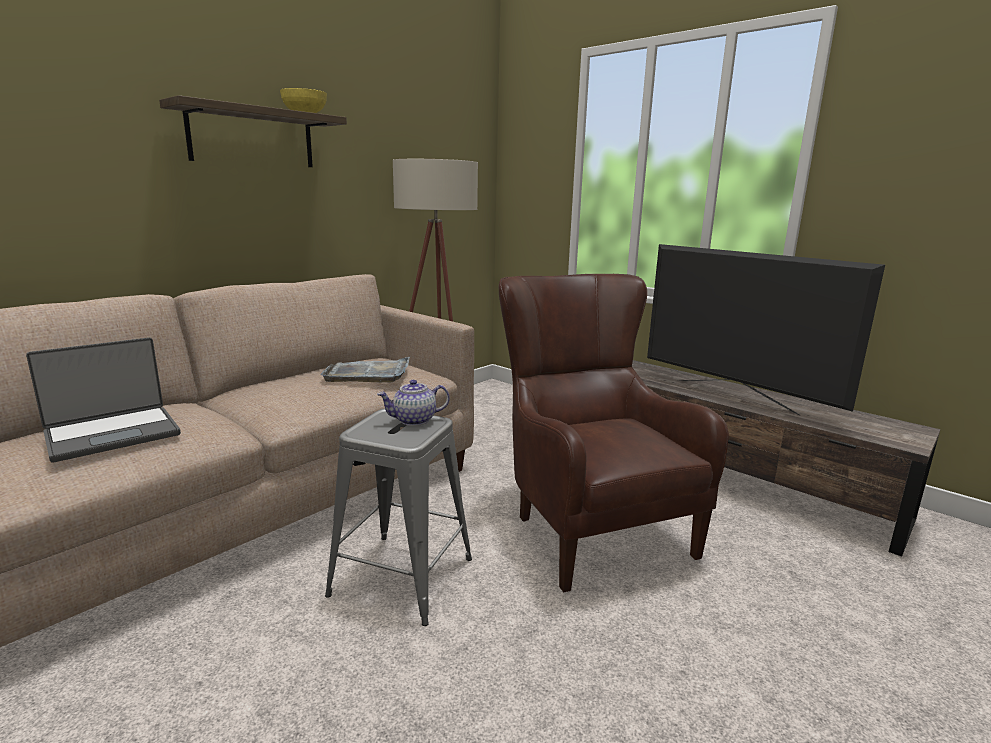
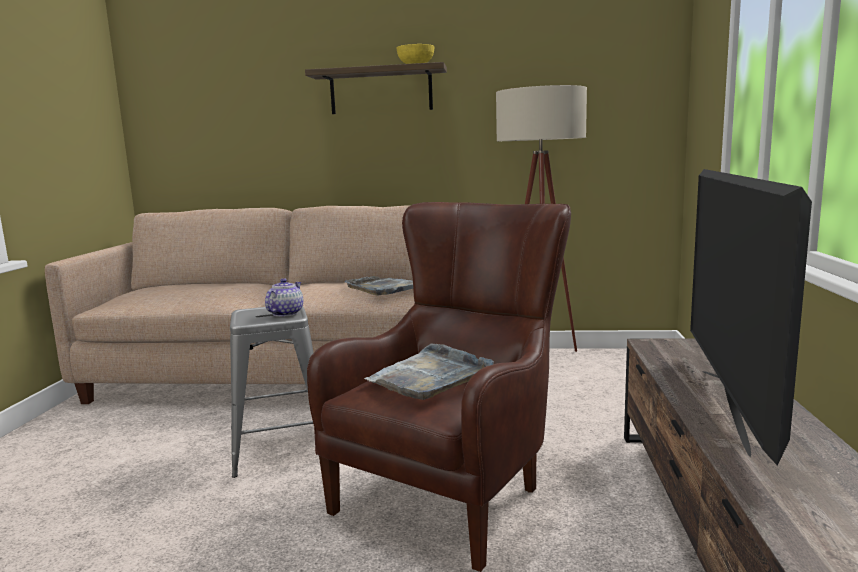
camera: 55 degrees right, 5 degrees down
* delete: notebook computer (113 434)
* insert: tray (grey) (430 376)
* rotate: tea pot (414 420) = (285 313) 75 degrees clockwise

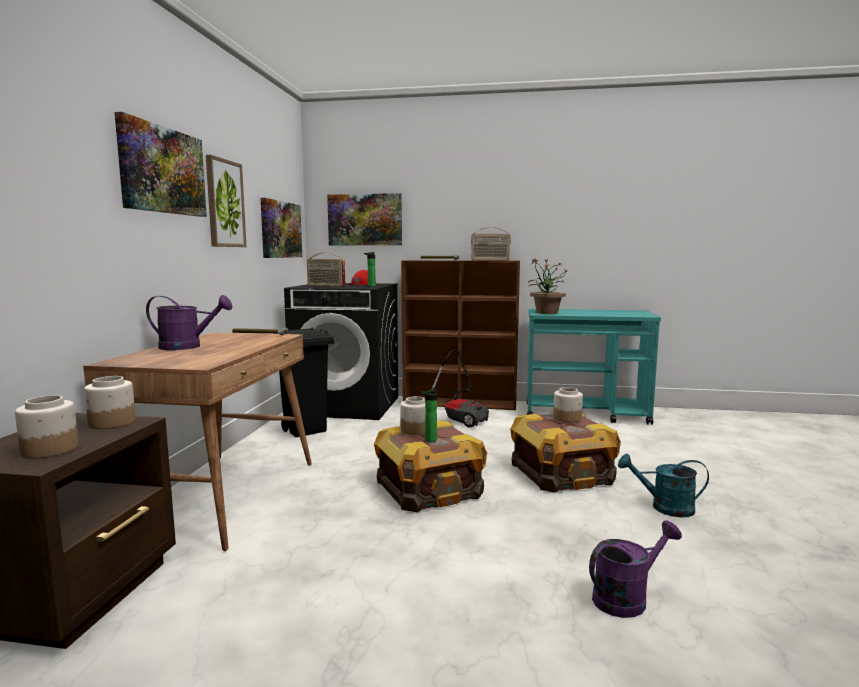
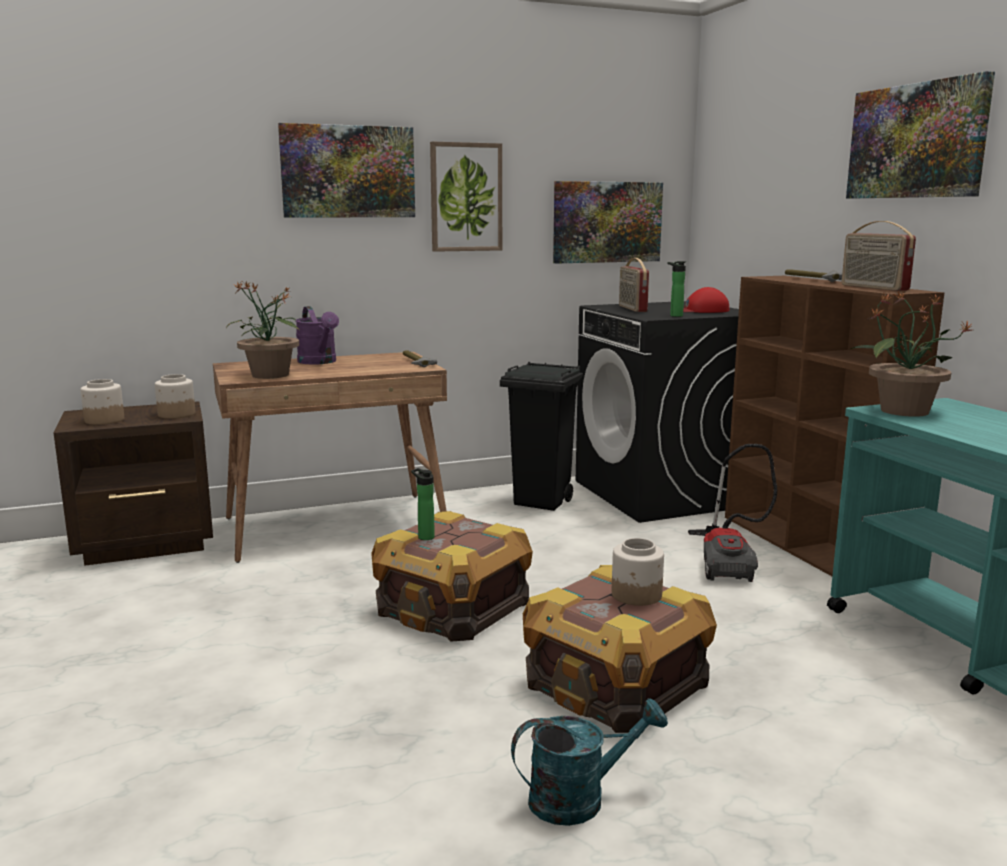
camera: 60 degrees right, 5 degrees up
* delete: jar (415 430)
* delete: watering pot (purplish) (626 597)
* insert: potted plant (270 375)
* move: wall picture (365 220) to (916 141)
* rotate: watering pot (turquoise-coloured) (664 507) = (579 798) 90 degrees clockwise

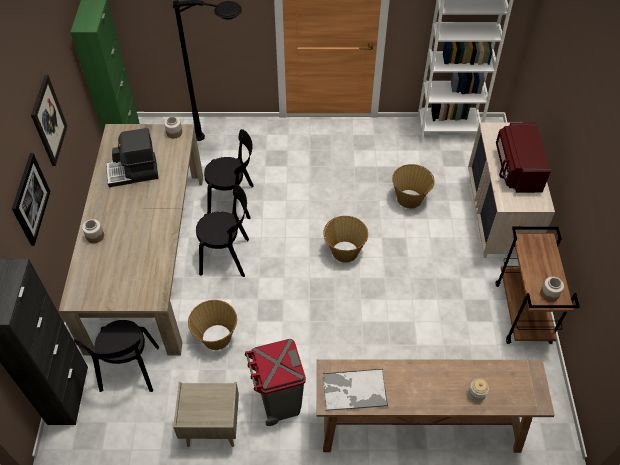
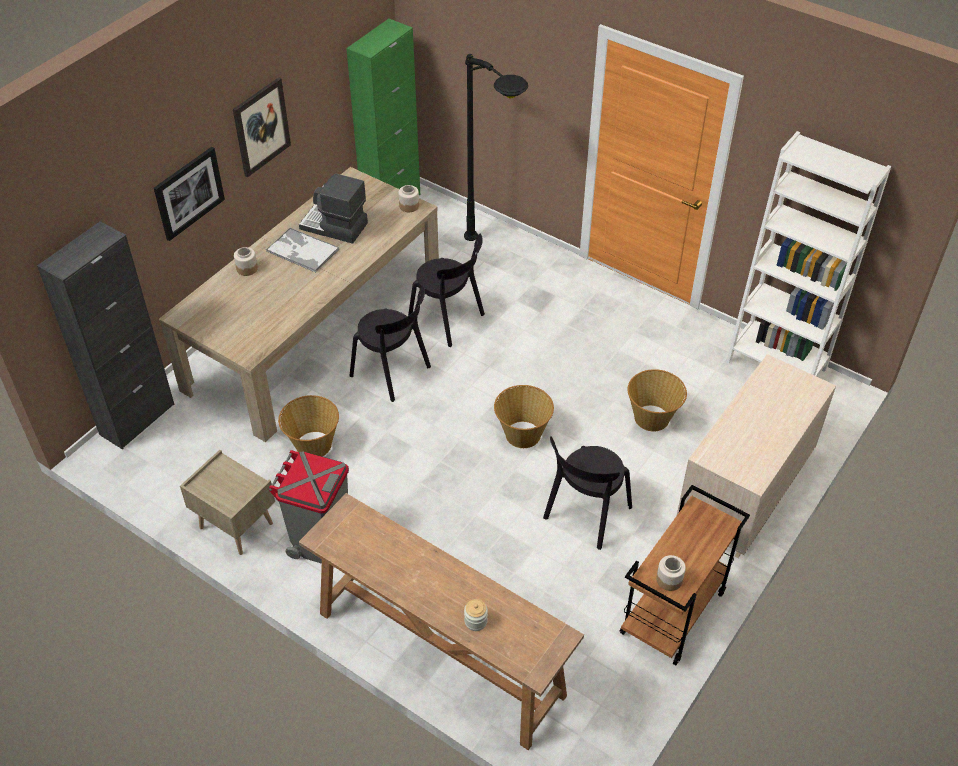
camera: 35 degrees right, 5 degrees down
* delete: microwave (red-coloured) (516 169)
* move: plain chair (black-coloured) (129 371) to (585 515)
* move: tray (353 390) to (302 250)

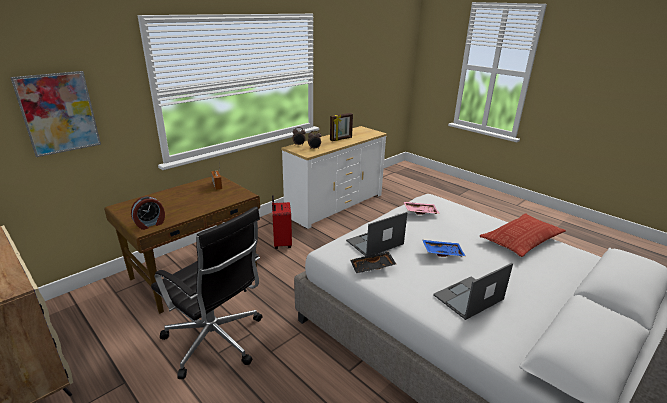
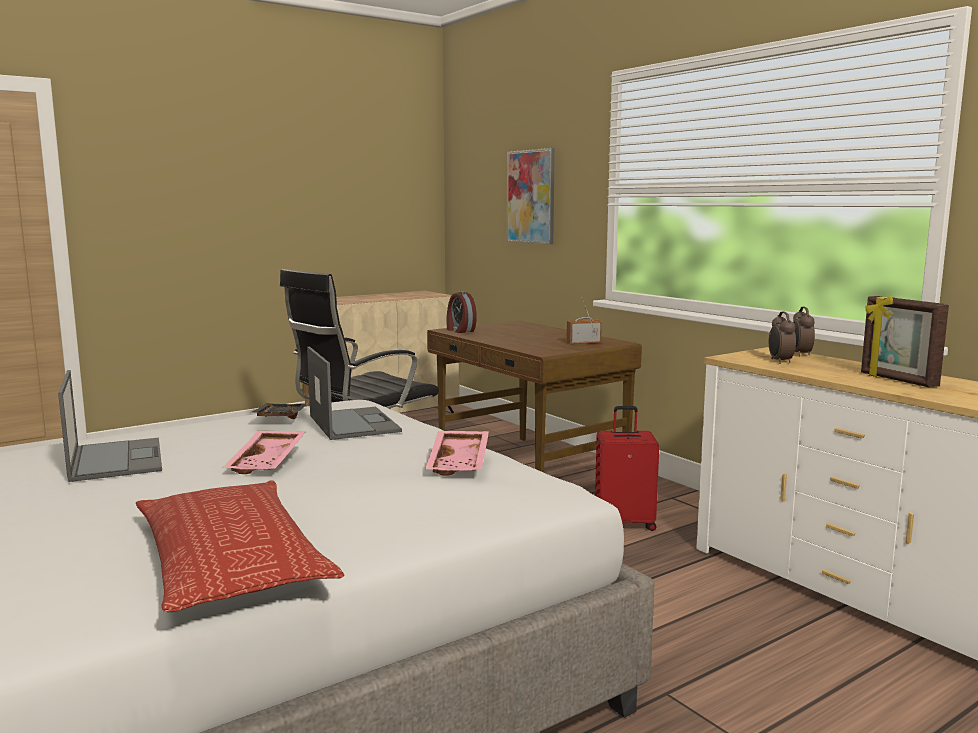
camera: 100 degrees right, 15 degrees down
* recolor: tray (blue-coloured) (442 252) to tray (pink) (268 462)

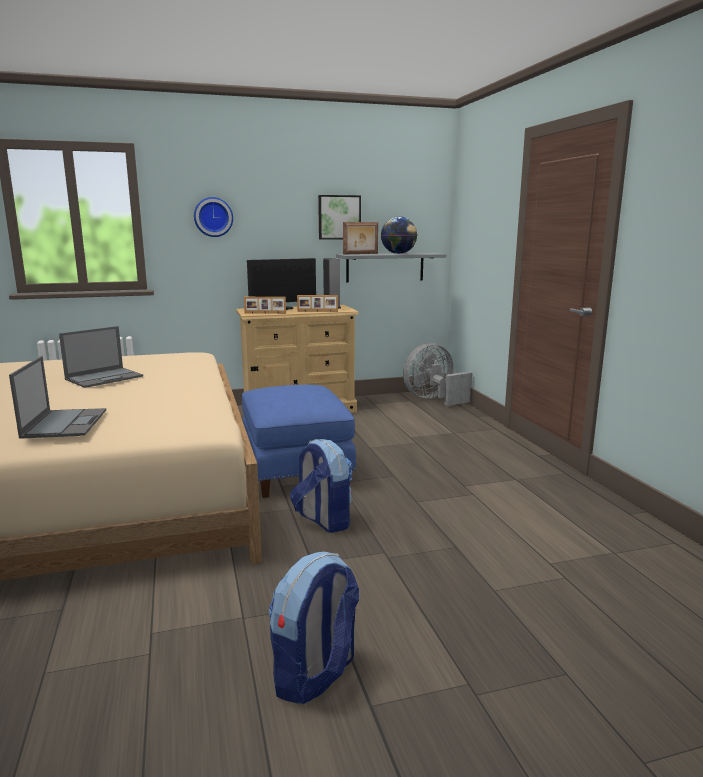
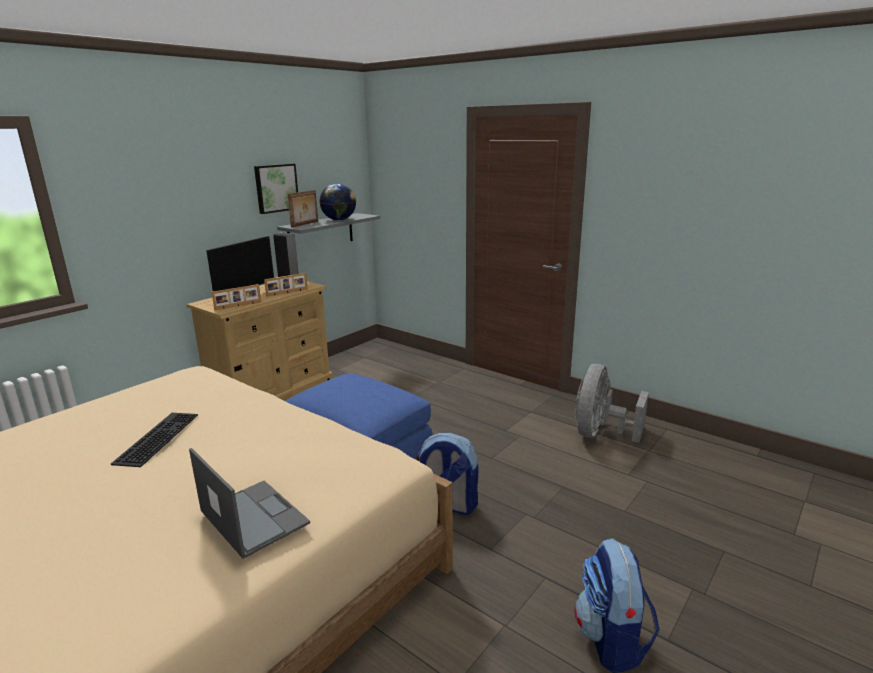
camera: 35 degrees left, 5 degrees up
* delete: clock on the wall (213 217)
* move: electric fan (grey) (433 399) to (600 433)
* replace: notebook computer (105 377) to computer keyboard (156 437)

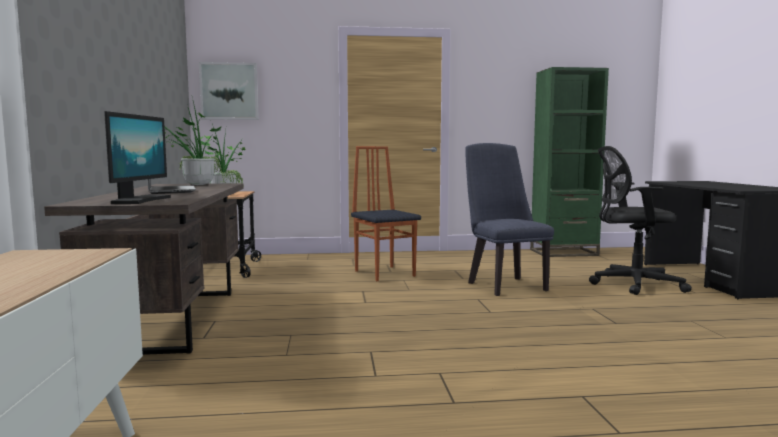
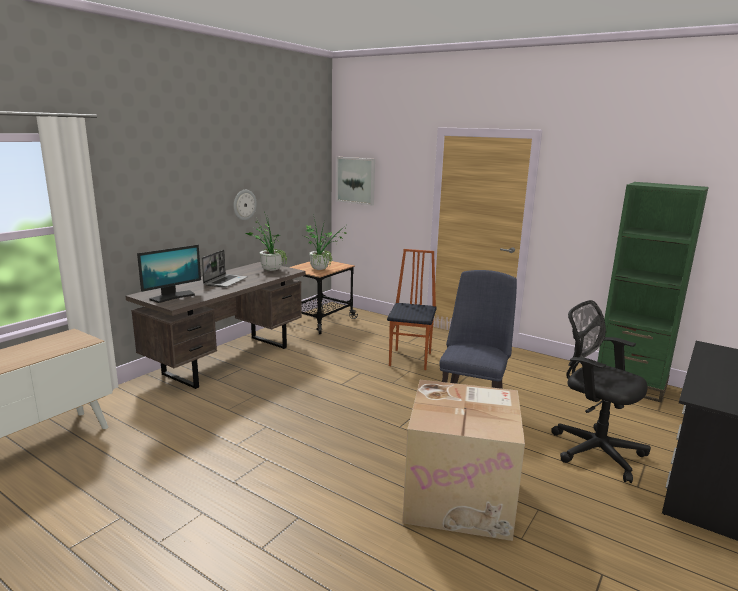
camera: 40 degrees right, 10 degrees up
* insert: clock on the wall (244 204)
* insert: cardboard box (460 496)

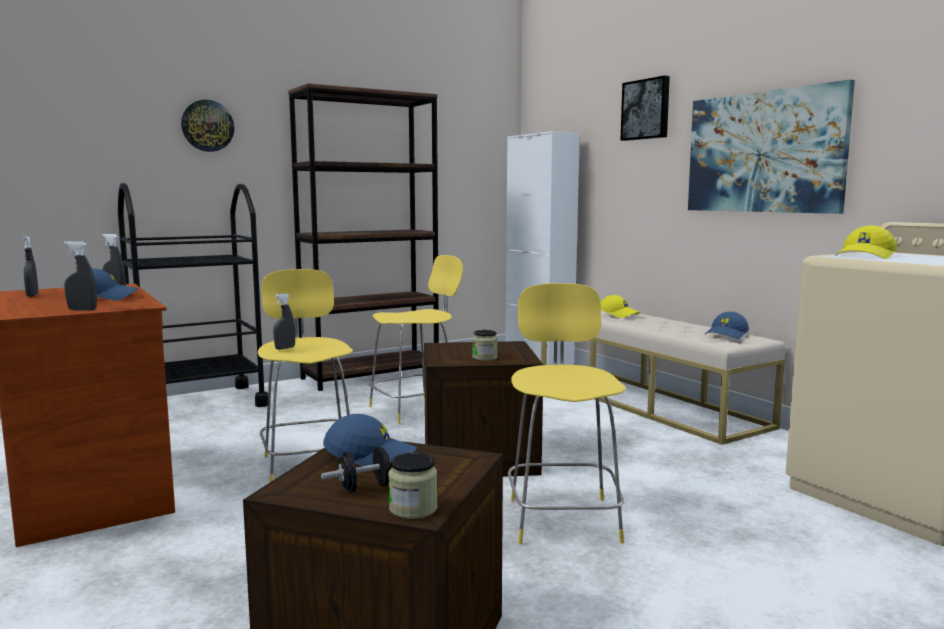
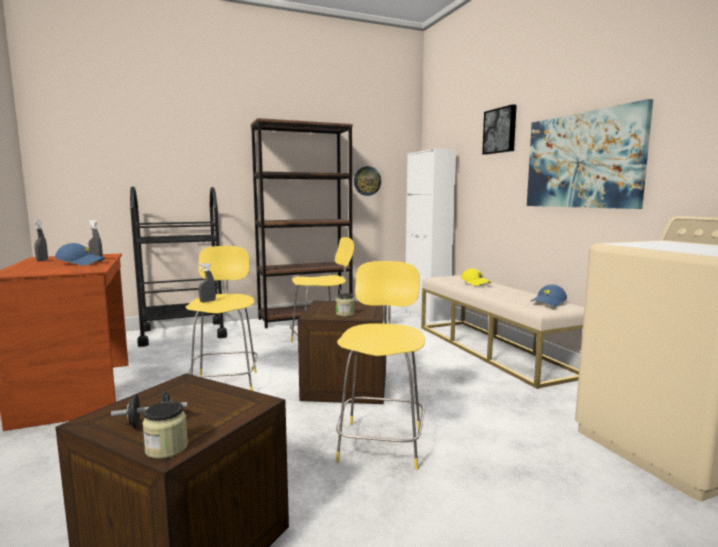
camera: 10 degrees right, 0 degrees up
* delete: sprayer (grey) (82 310)
* delete: peaked cap (blue-coloured) (371 457)
* delete: peaked cap (yellow) (866 256)
* move: clock on the wall (207 126) to (367 181)

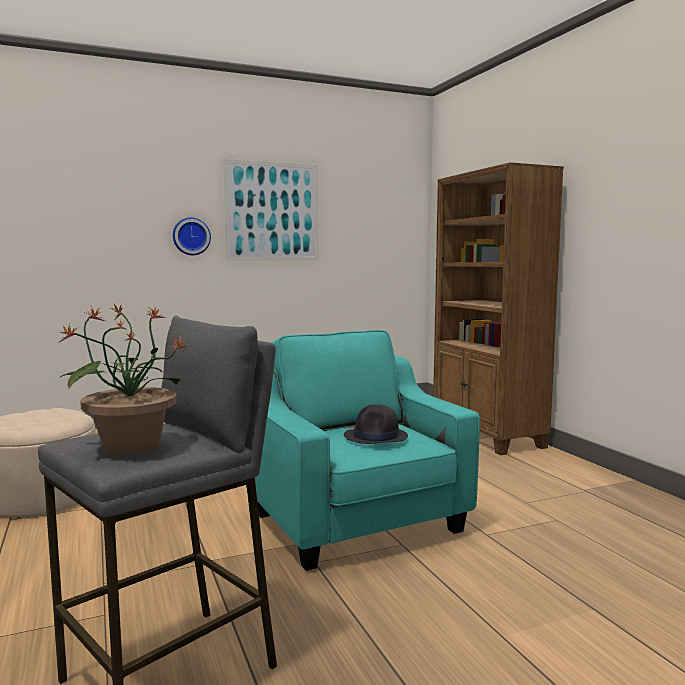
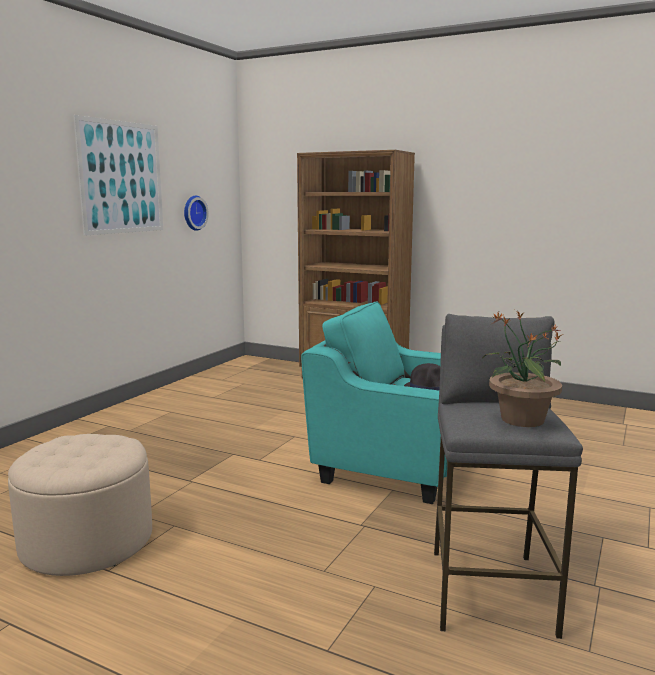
camera: 40 degrees left, 5 degrees up
* move: clock on the wall (191 236) to (193 213)

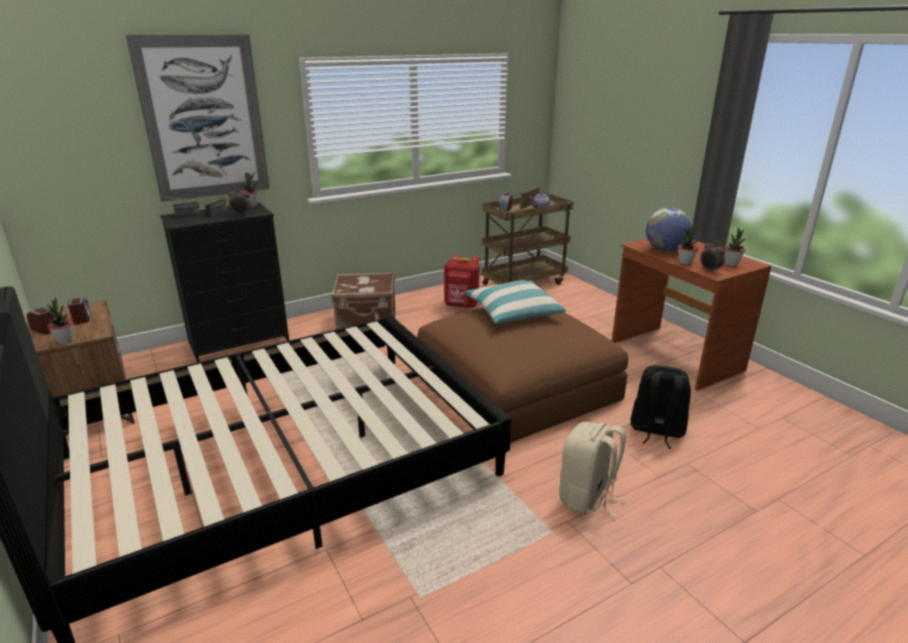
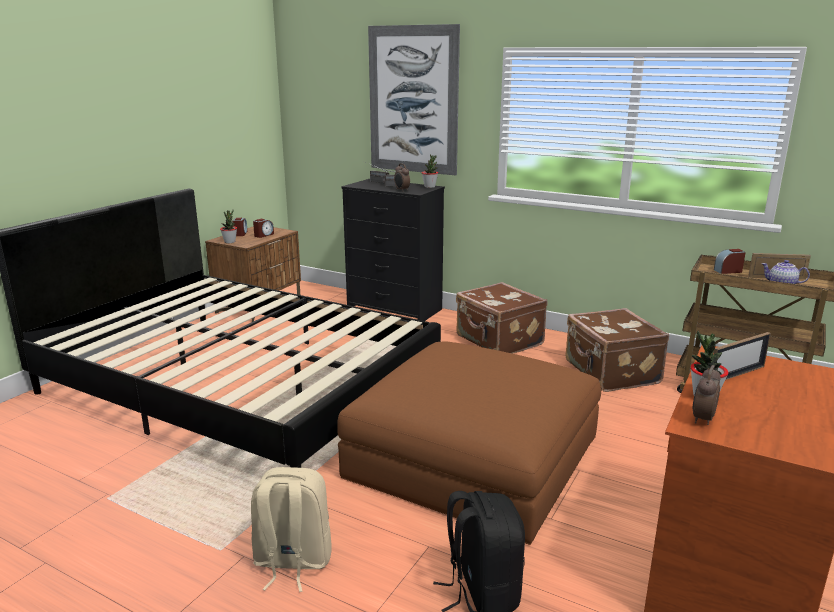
camera: 60 degrees right, 5 degrees down
* delete: pillow (513 312)
* delete: potted plant (731 264)
* replace: backpack (red-coloured) (461 305) to travel case (brown-coloured) (610 373)
* replace: globe (665 250) to picture frame (736 375)

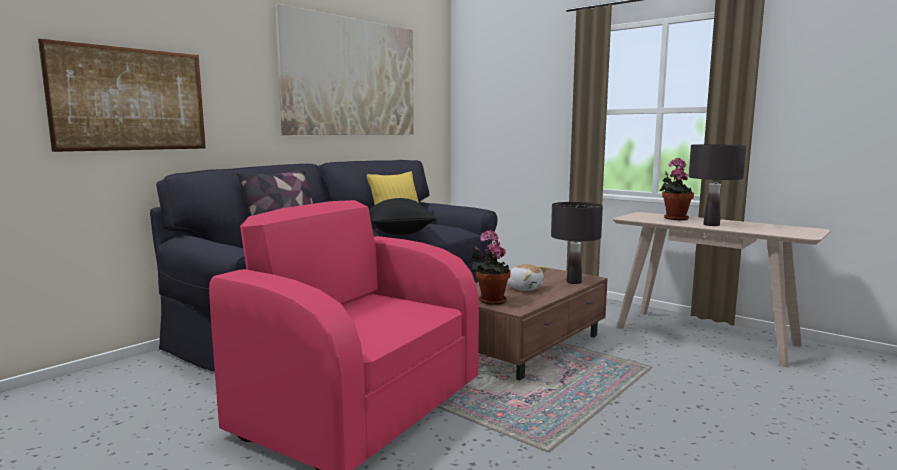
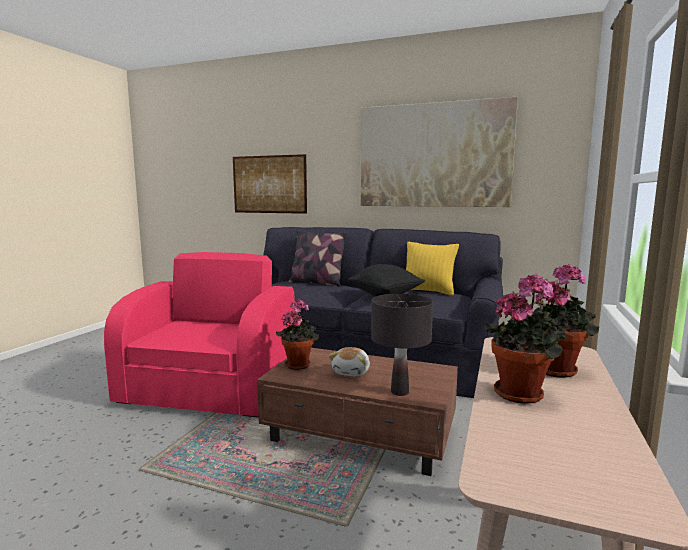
camera: 70 degrees right, 0 degrees up
* replace: lamp for a table (black-coloured) (711 225) to potted plant (522 393)

